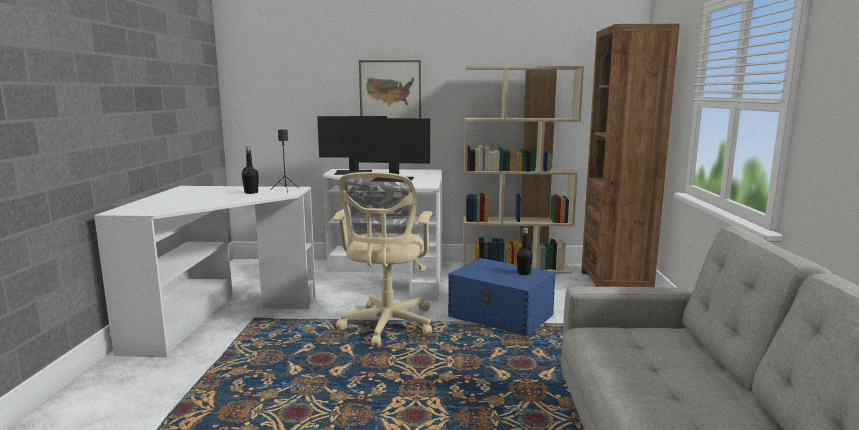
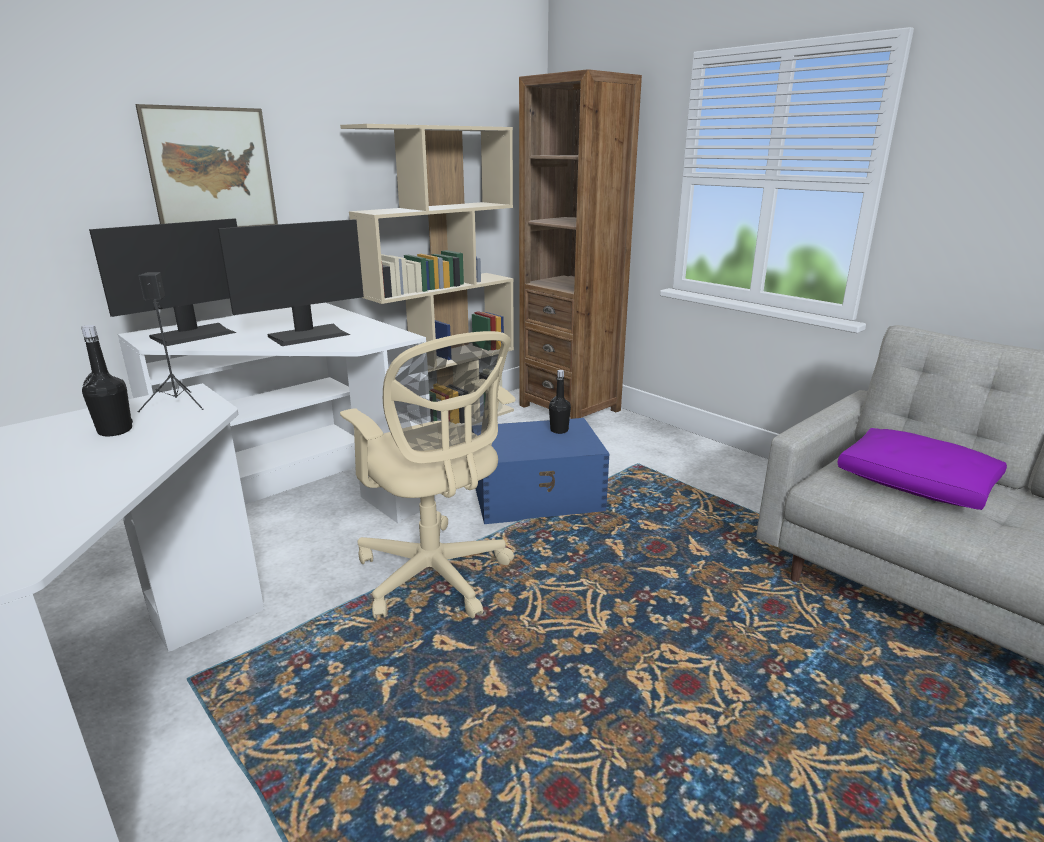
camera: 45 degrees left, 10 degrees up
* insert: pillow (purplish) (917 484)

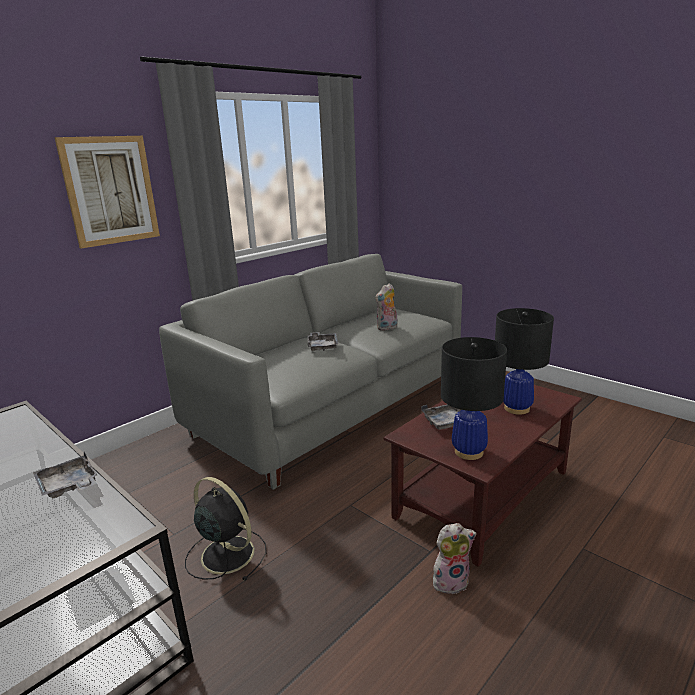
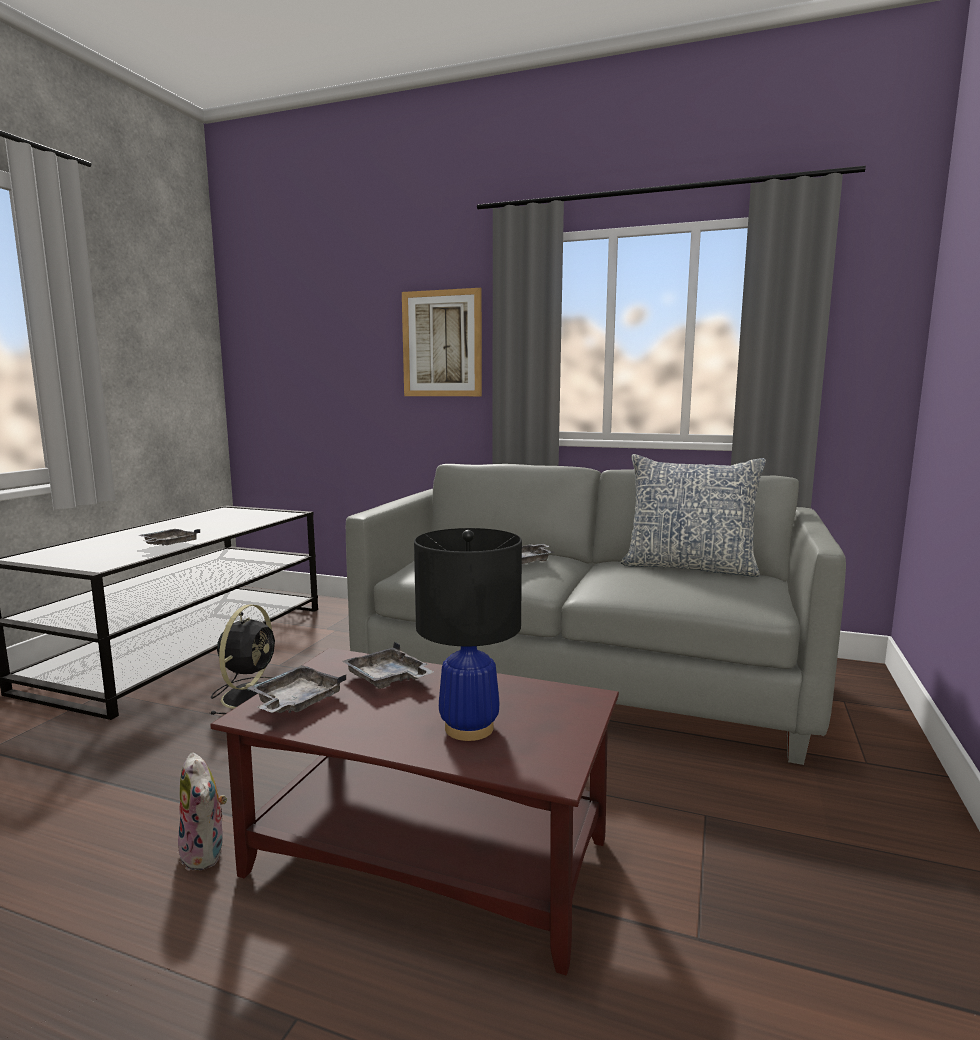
camera: 65 degrees right, 10 degrees down
* delete: cuddly toy (387 328)
* insert: pillow (689 567)
* replace: lamp for a table (black-coloured) (469 452) to tray (grey) (295 702)

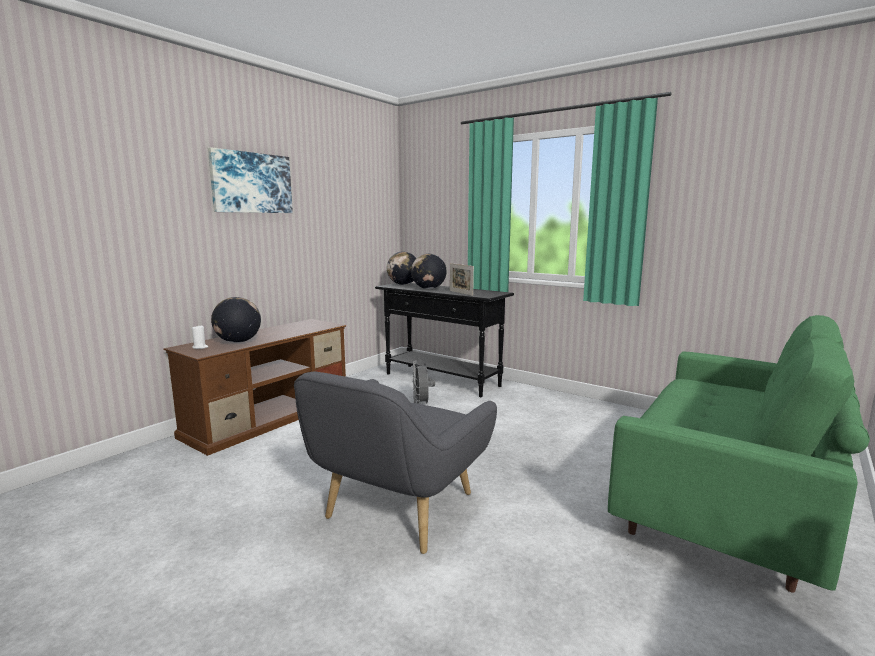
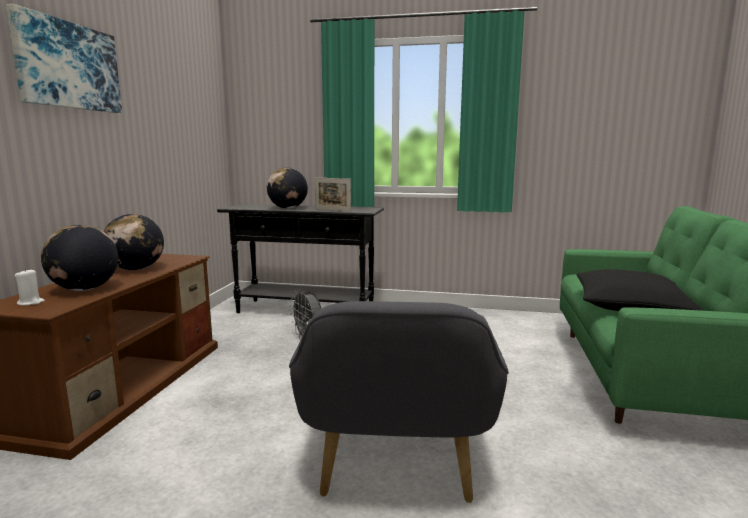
camera: 25 degrees left, 0 degrees up
* insert: pillow (black-coloured) (630 305)
* move: globe (403 284) to (136 269)

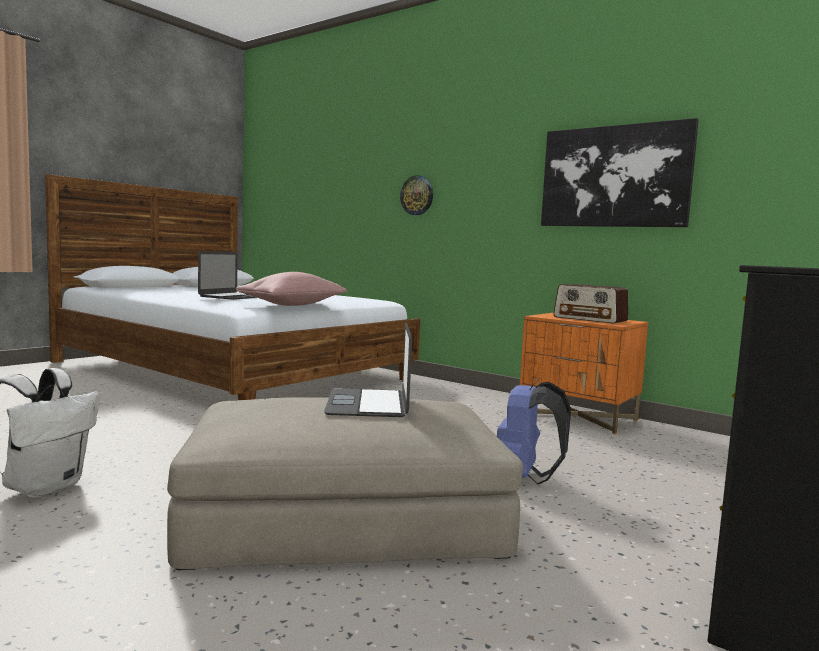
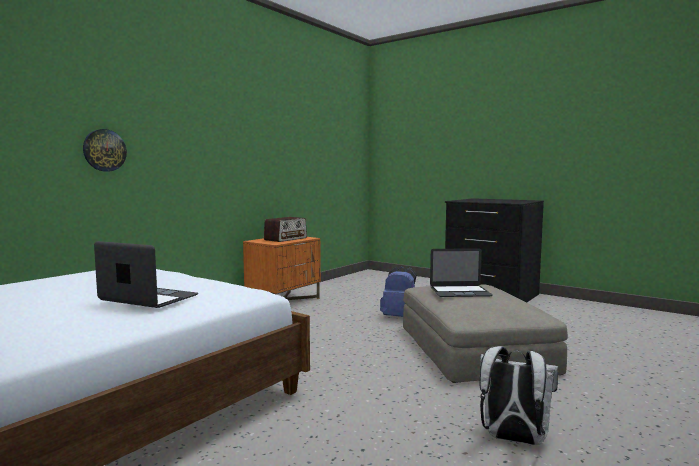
camera: 90 degrees left, 0 degrees up
* delete: pillow (pink) (293 305)
* delete: wall picture (614 176)

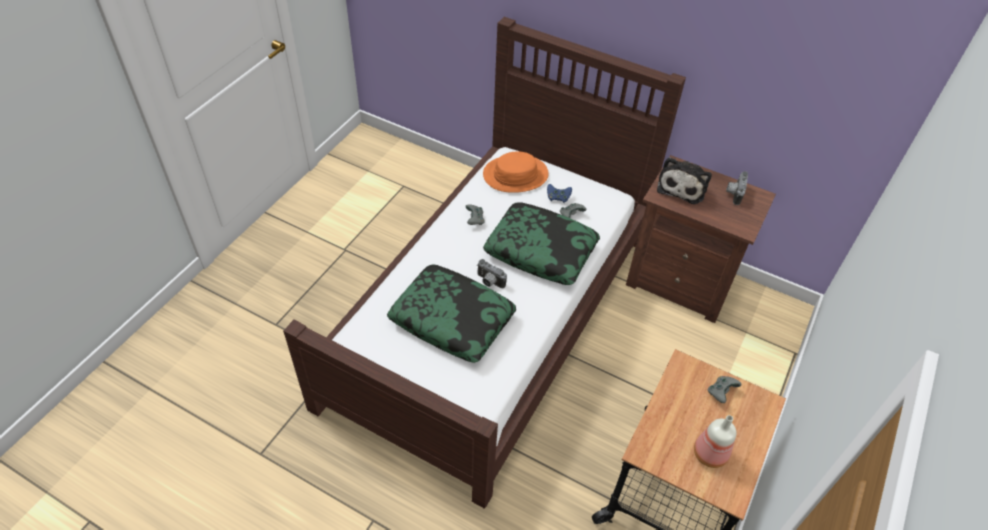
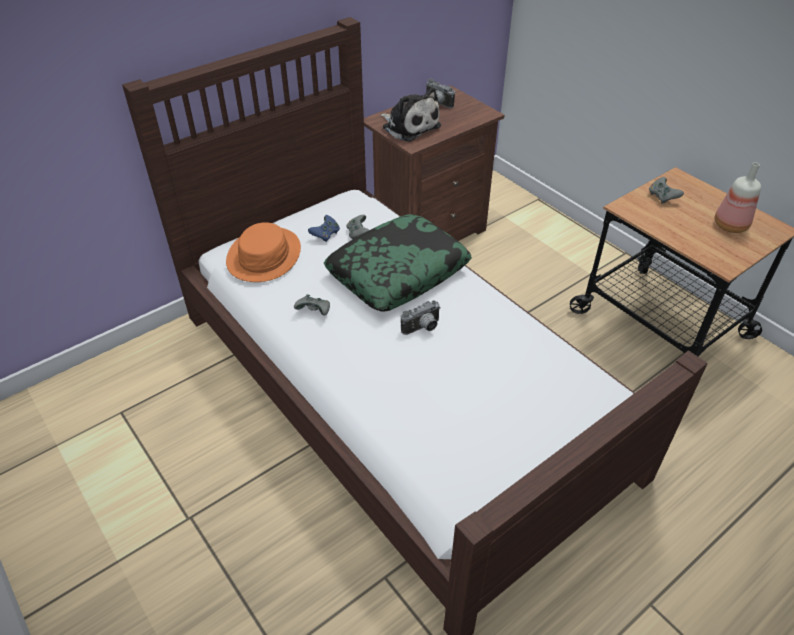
camera: 65 degrees left, 5 degrees down
* delete: pillow (452 319)

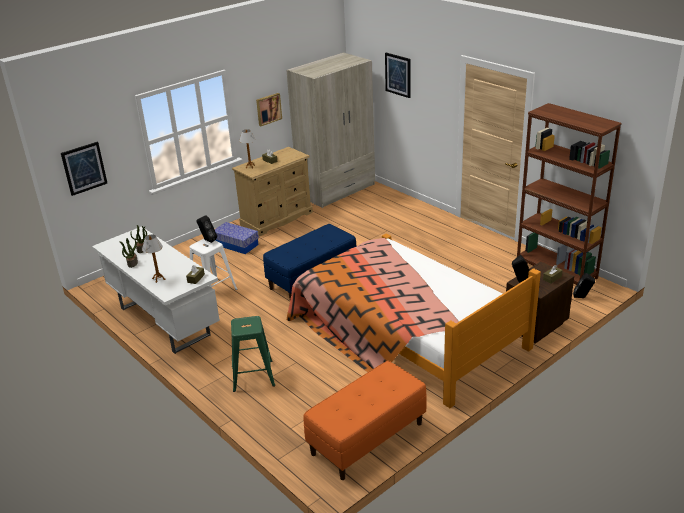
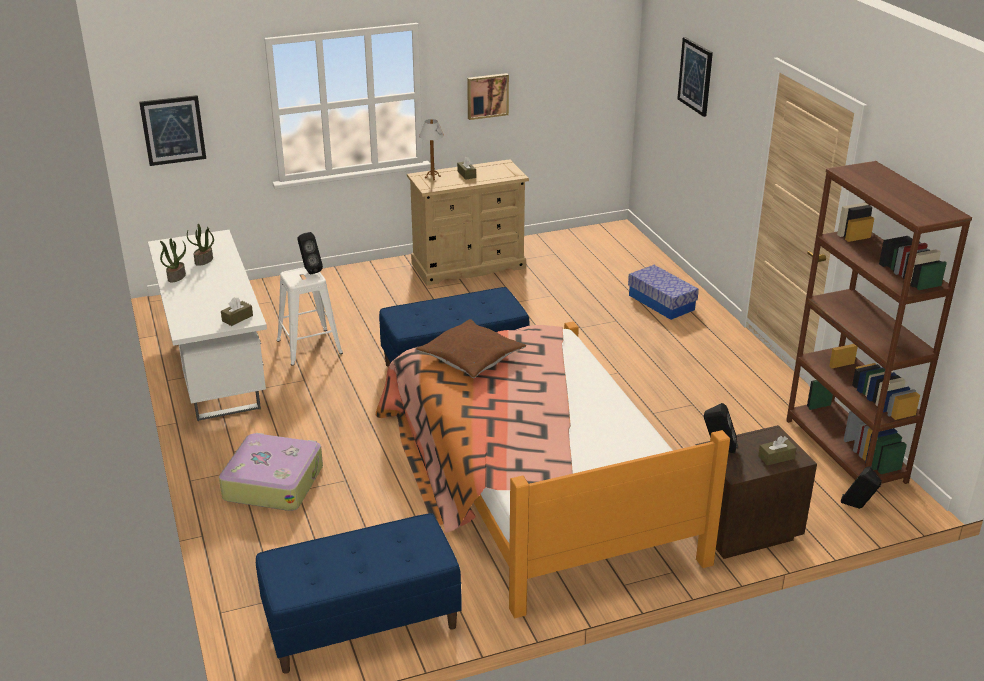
camera: 20 degrees right, 0 degrees up
* delete: lamp for a table (158 279)
* delete: armoire (beige-coloured) (337 190)
* insert: pillow (brown-coloured) (471 357)
* move: storage box (236 244) to (661 302)
* replace: stool seat (greenish) (252 376) to travel case (273 482)
* recolor: bench (orange) (367 439) to bench (blue-coloured) (361 625)

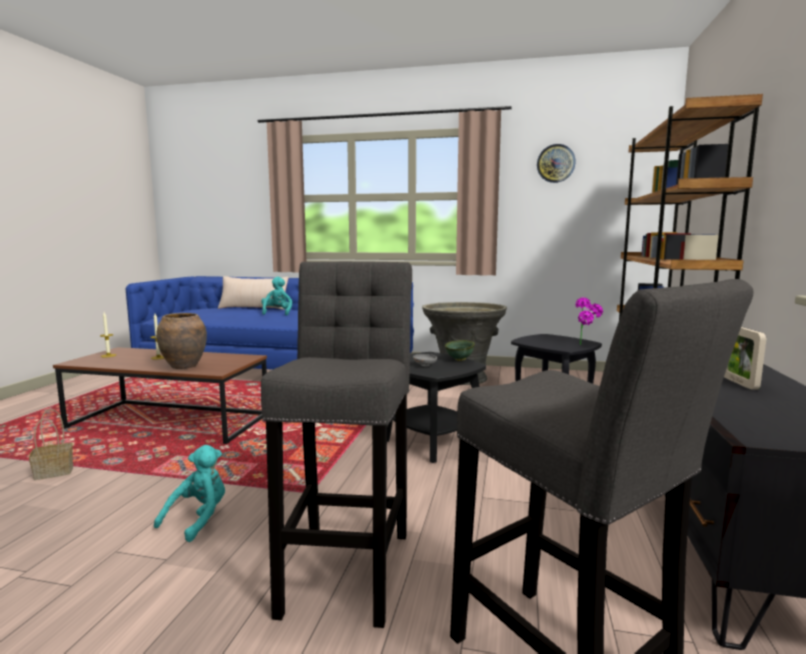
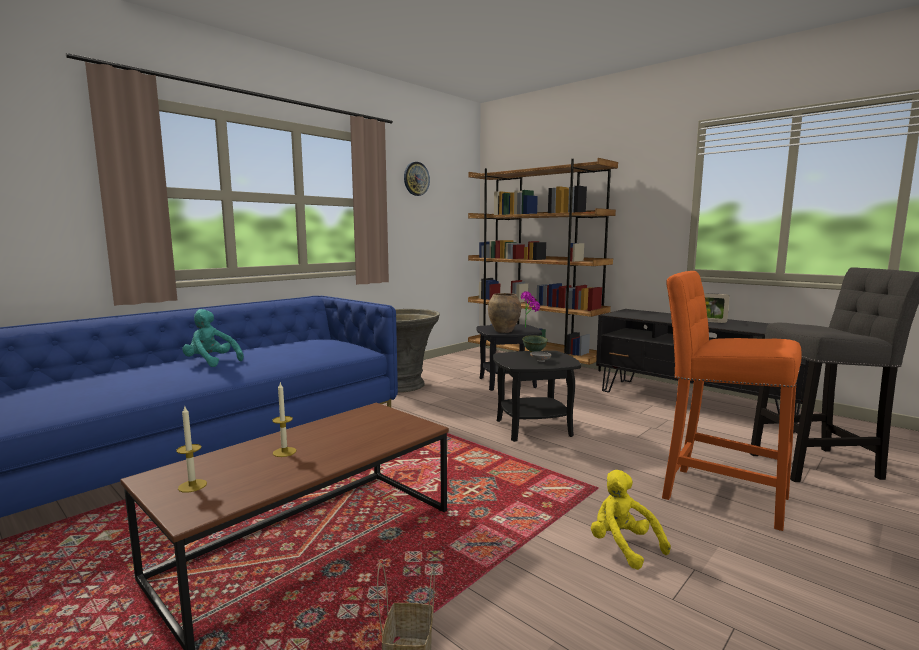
camera: 60 degrees left, 0 degrees up
* delete: pillow (beige-coloured) (254 308)
* move: decorative vase (brown-coloured) (184 366) to (503 331)
* recolor: cuddly toy (turquoise-coloured) (198 519) to cuddly toy (yellow) (623 546)
* recolor: stool seat (grey) (348 565) to stool seat (orange) (717 495)

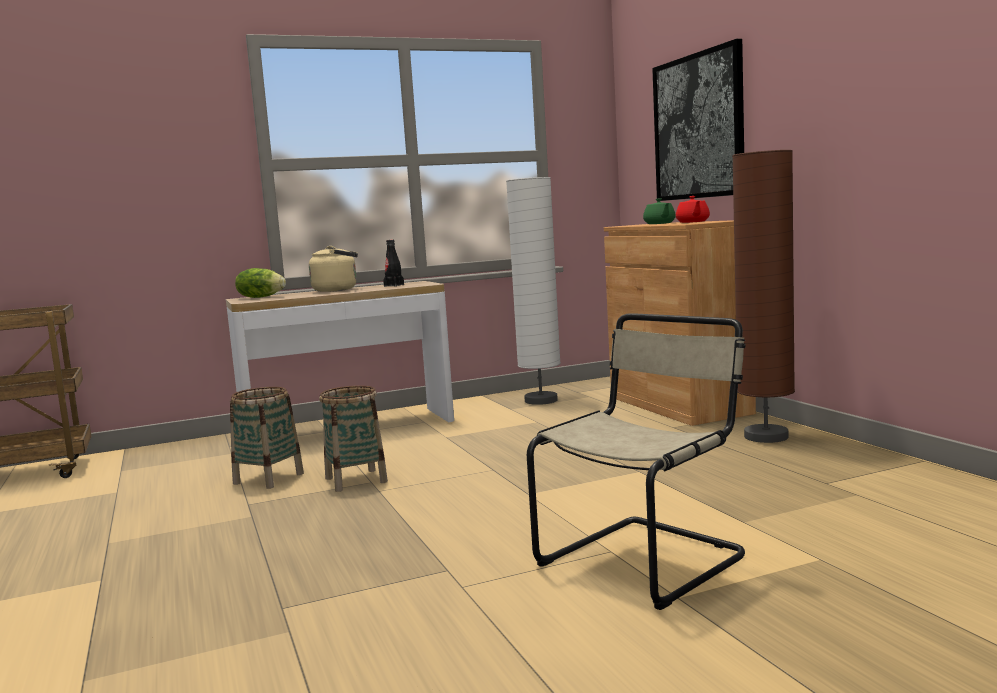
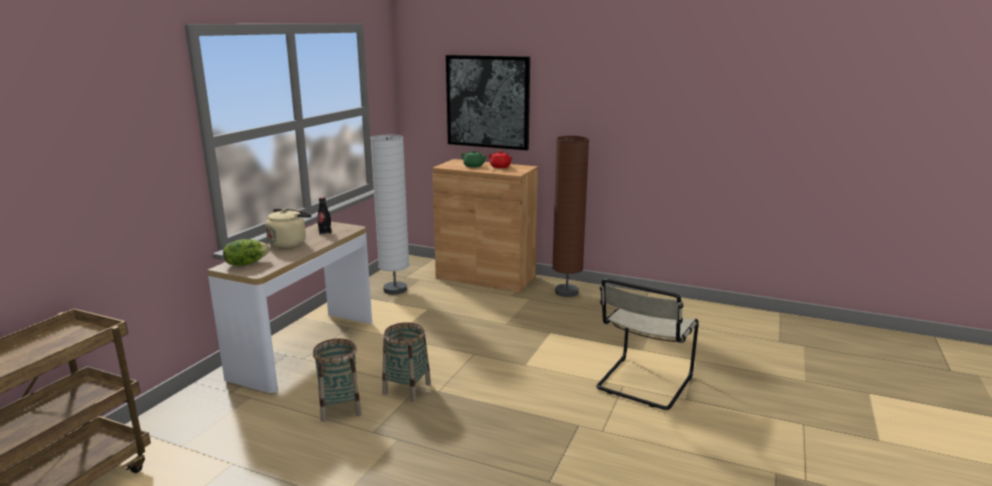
camera: 45 degrees left, 10 degrees up
* rotate: plain chair (beige-coloured) (646 559) = (642 384) 150 degrees counterclockwise

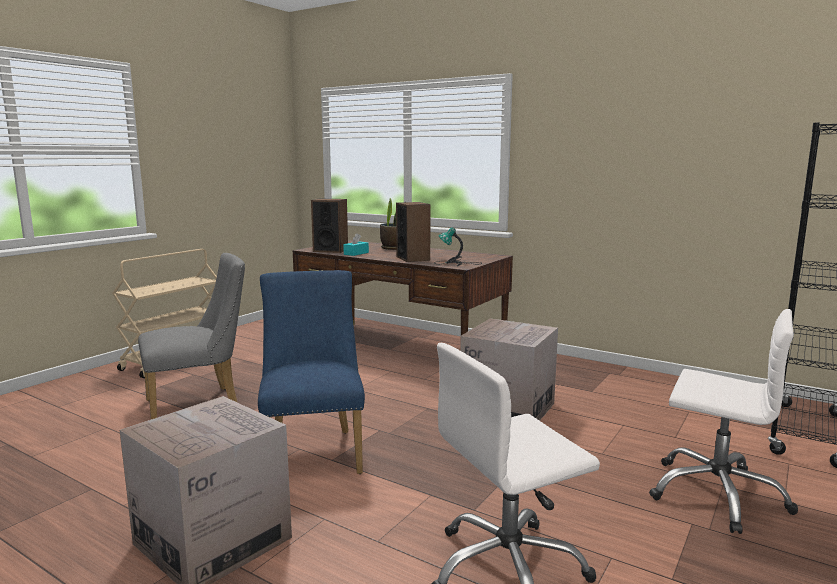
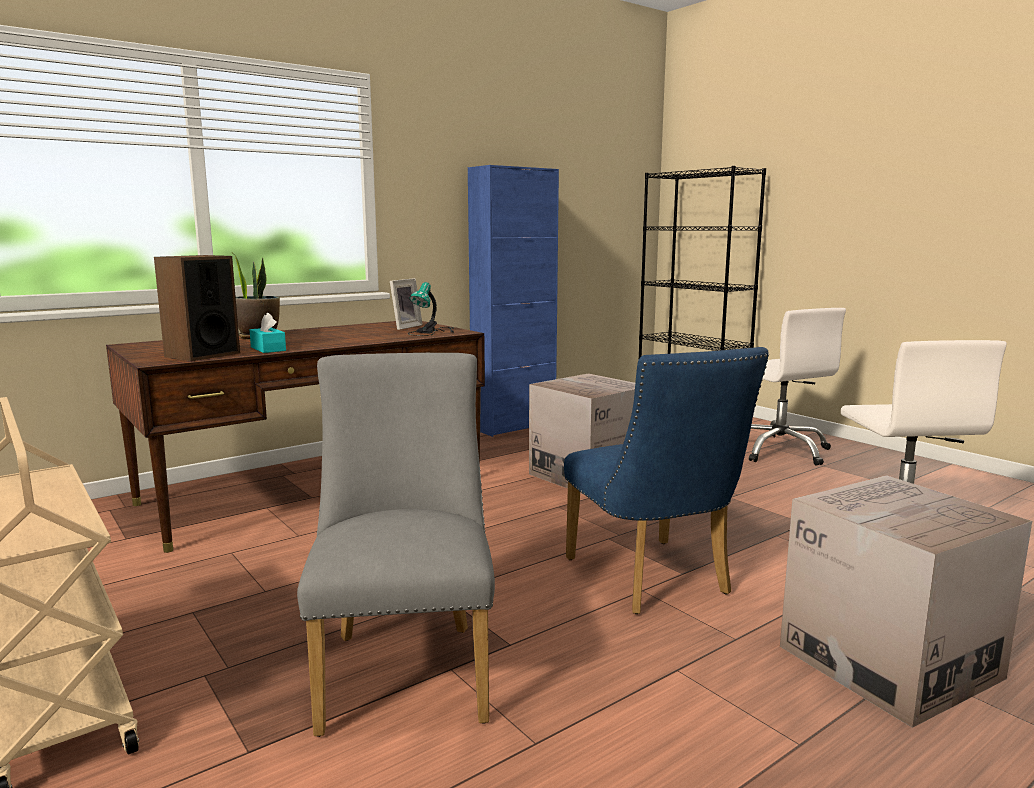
camera: 70 degrees left, 0 degrees up
* delete: loudspeaker (413 258)
* insert: picture frame (404 327)
* insert: storage cabinet (blue-coloured) (514 426)
* rotate: plain chair (blue-coloured) (314 451) = (653 581) 120 degrees counterclockwise
* rotate: computer chair (whitish) (717 494) = (779 450) 105 degrees clockwise

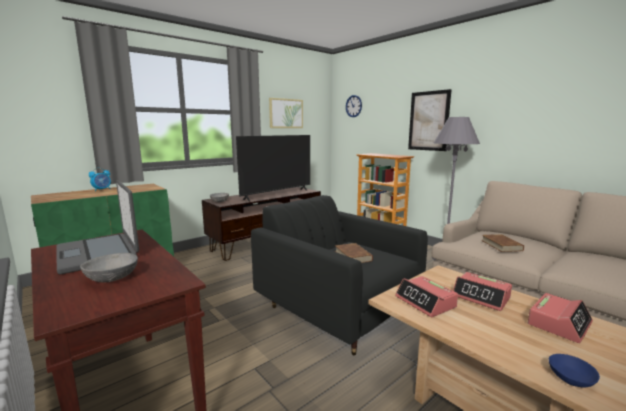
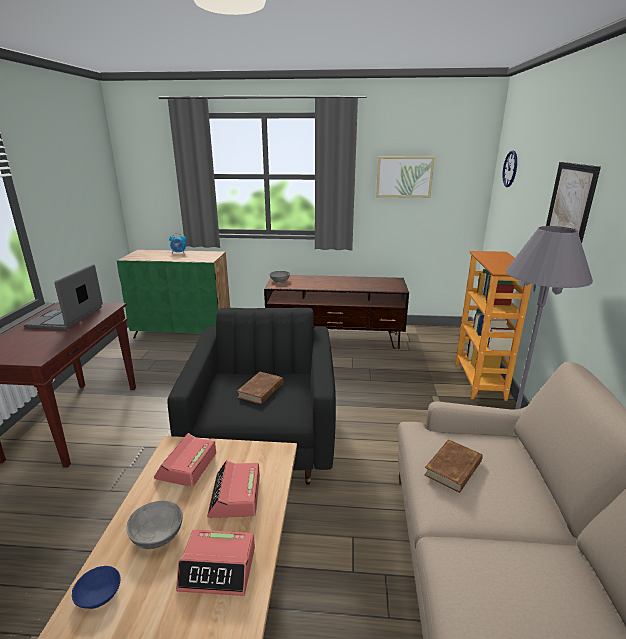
camera: 45 degrees right, 10 degrees up
* delete: TV set (277 194)
* move: deep dish (grey) (112 278) to (157 535)

